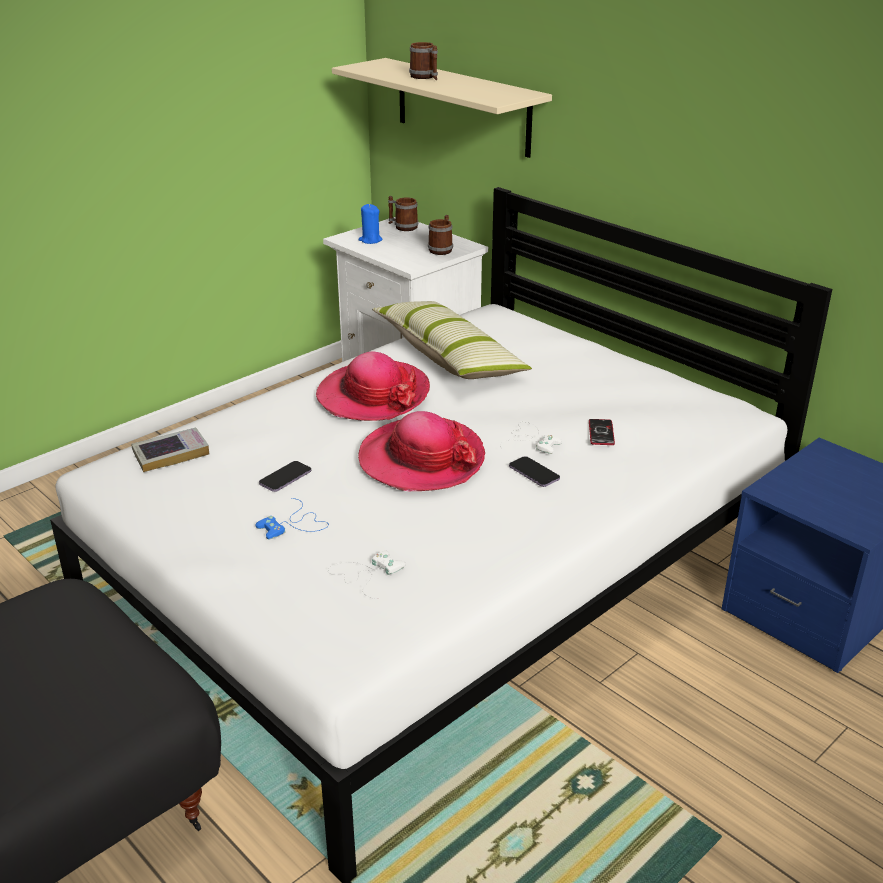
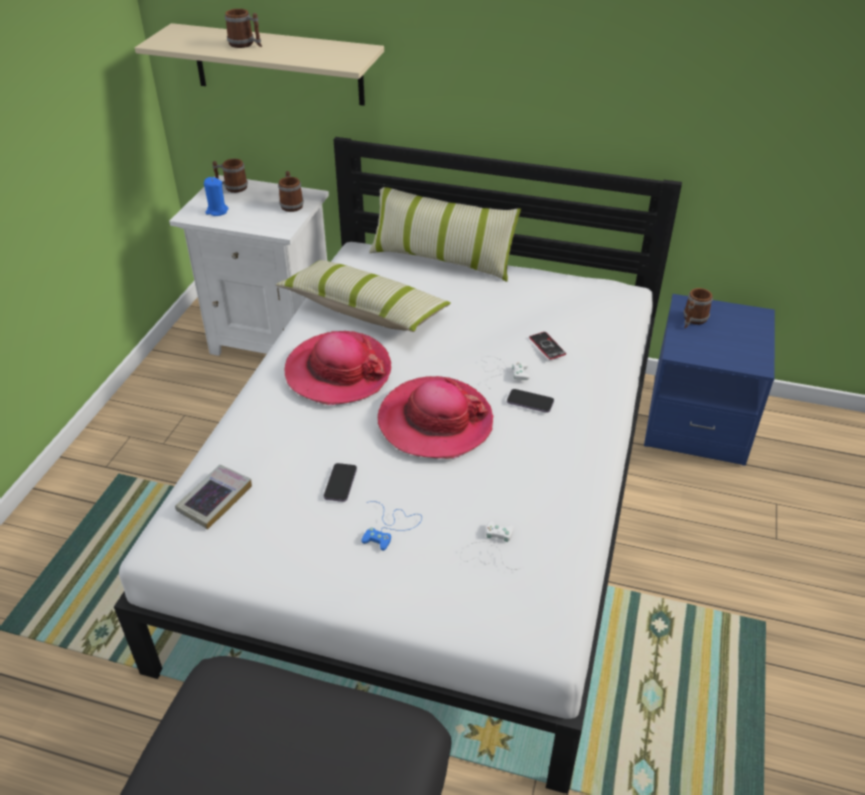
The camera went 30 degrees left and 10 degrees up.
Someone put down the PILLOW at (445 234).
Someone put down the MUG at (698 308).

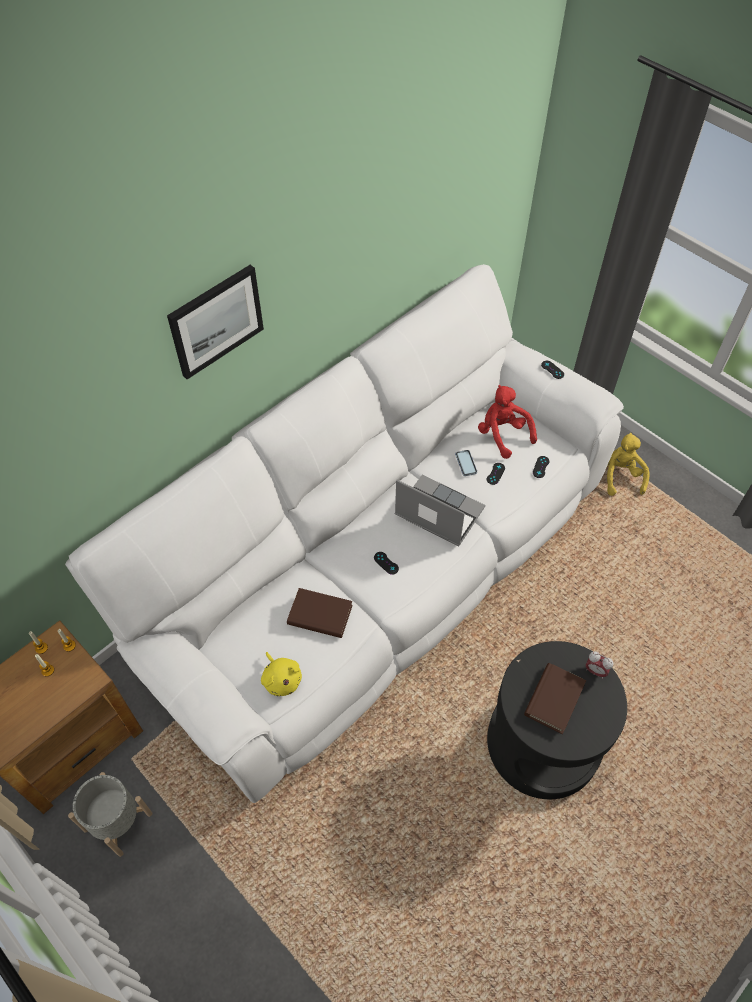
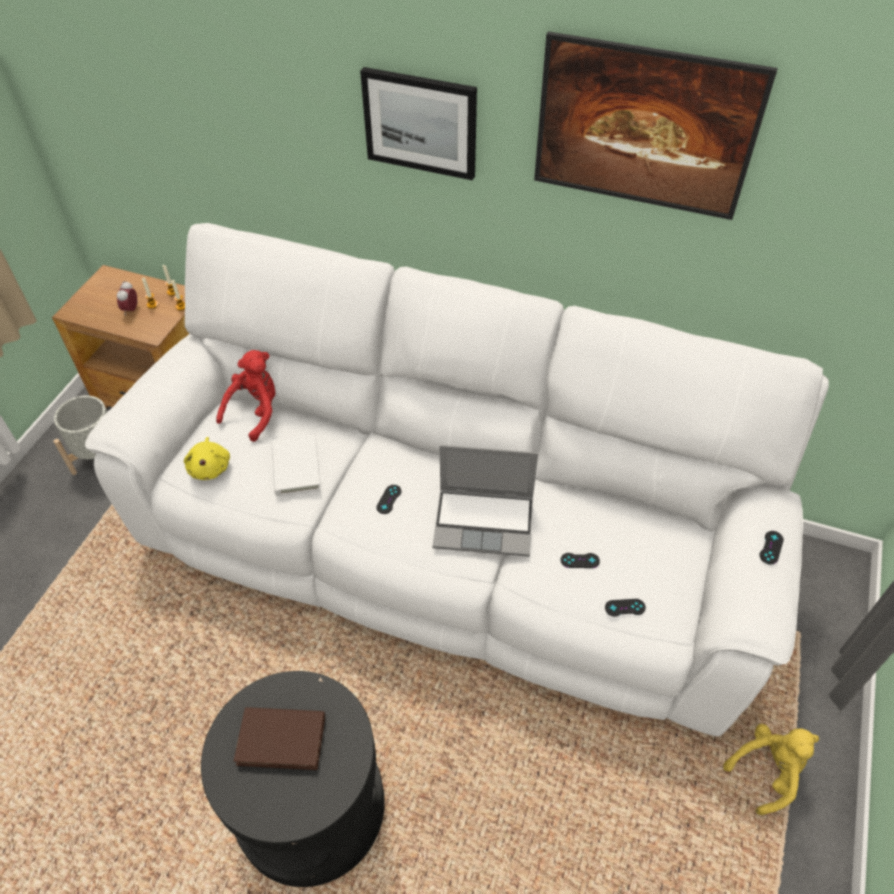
The camera went 65 degrees right and 5 degrees down.
Someone carried the ALARM CLOCK from (599 665) to (127 297).
Someone rotated the YELLOW PLUSH TOY at (281 674) by 45 degrees counterclockwise.
Someone carried the RED PLUSH TOY from (507 422) to (245 396).
Someone repainted the BROWN BOOK at (320 613), which became the WHITE BOOK at (296 465).
Someone rotated the LAPTOP at (440 511) by 90 degrees clockwise.
Someone put up the PICTURE at (656 125).
Someone took away the PHONE at (466 463).

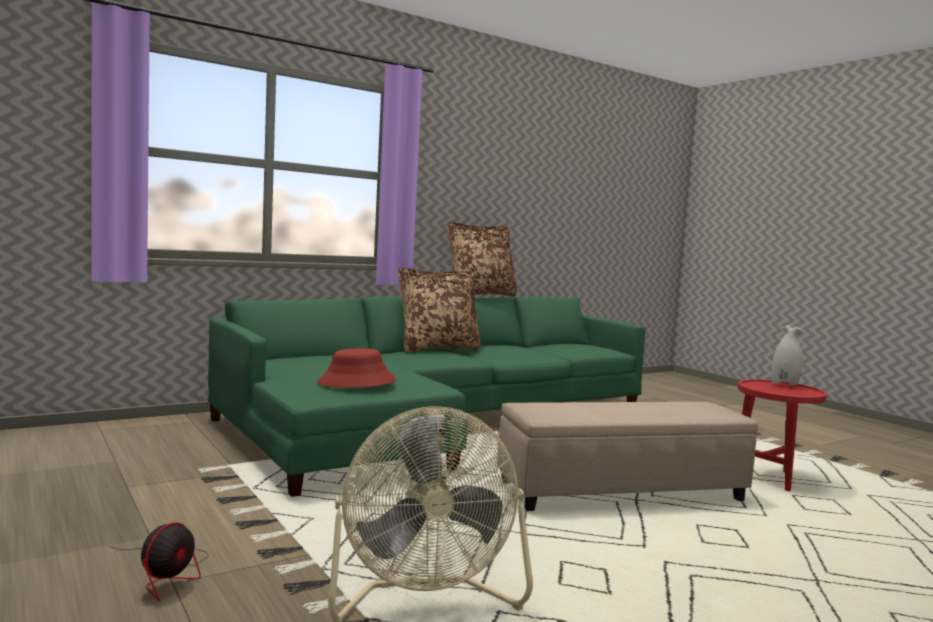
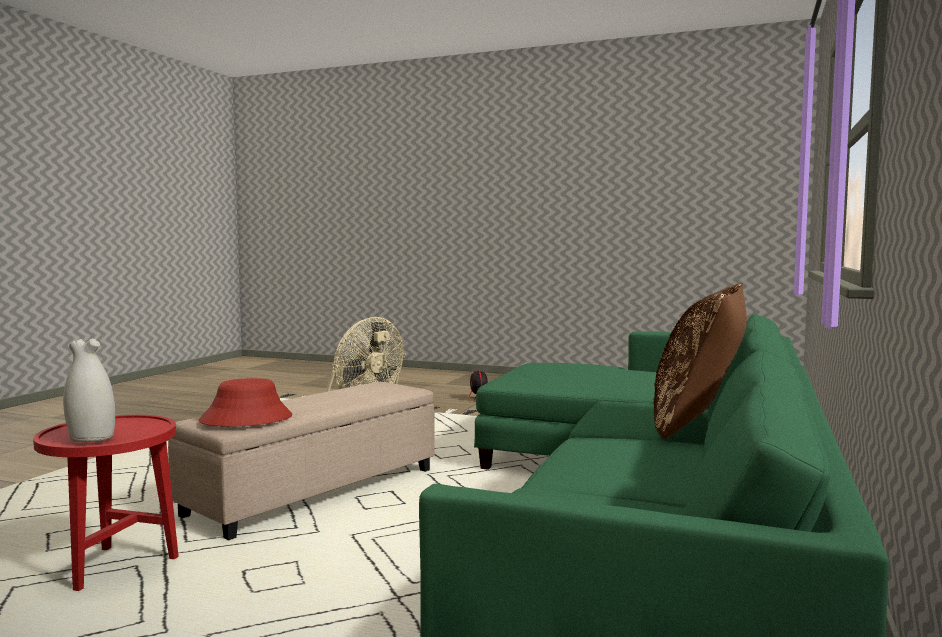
The camera went 145 degrees right and 0 degrees up.
Someone carried the RED HAT from (356 368) to (245 402).
Someone took away the BROWN PILLOW at (481 259).

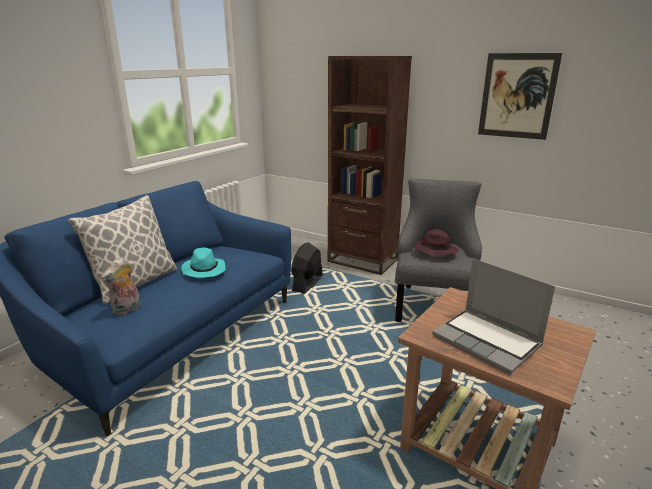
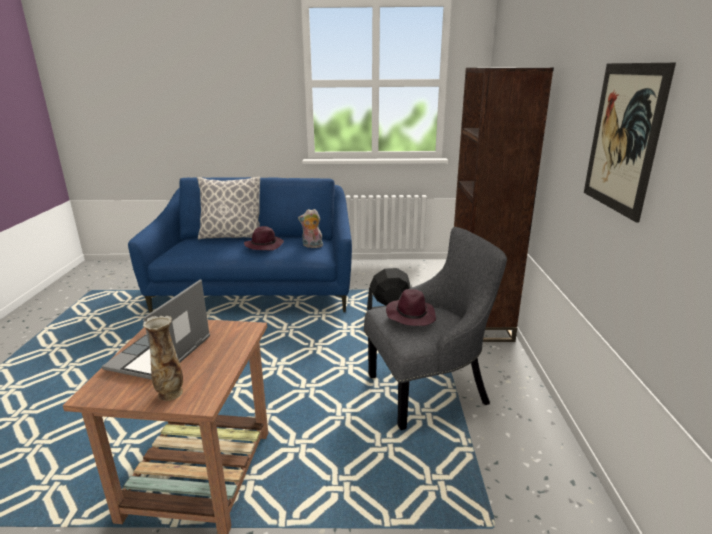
The camera went 60 degrees right and 0 degrees up.
Someone put down the VASE at (162 358).
Someone repainted the TURQUOISE HAT at (203 262), which became the PURPLE HAT at (264 238).
Someone carried the PLUSH TOY from (121 286) to (310 228).

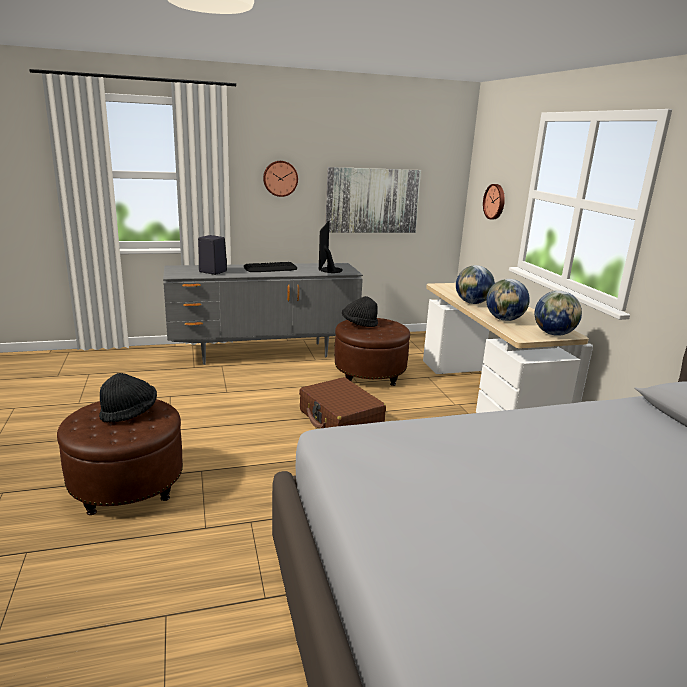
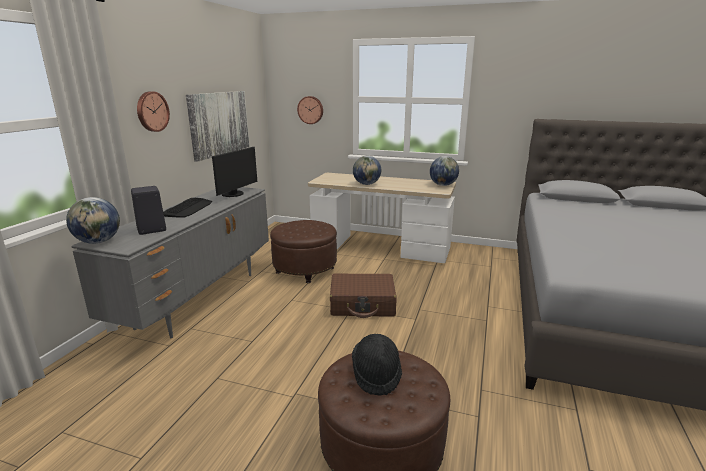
The camera went 55 degrees left and 0 degrees up.
Someone carried the GLOBE from (508 300) to (93 220).
Someone rotated the MONITOR at (331 247) by 105 degrees counterclockwise.
Someone took away the BLACK HAT at (360 311).

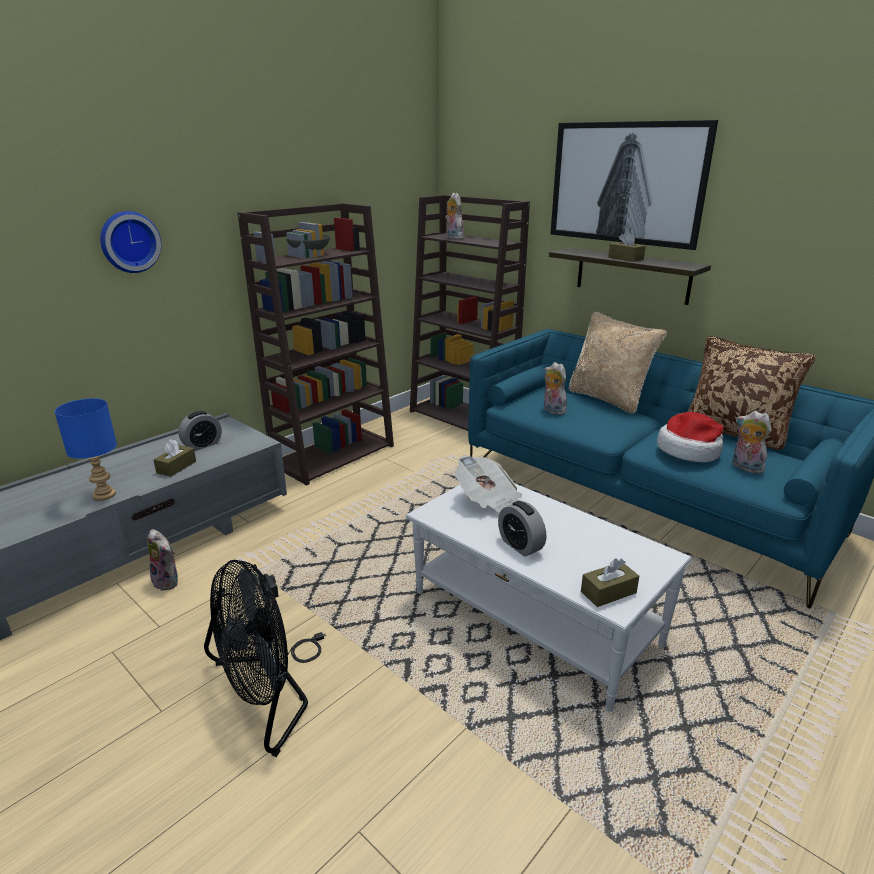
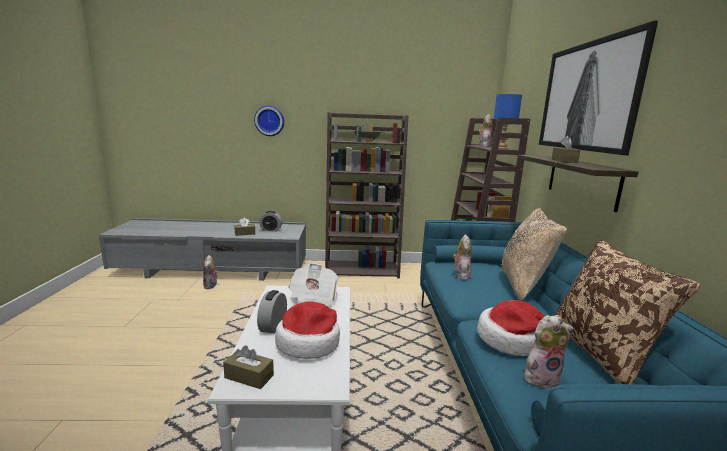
The camera went 45 degrees right and 10 degrees down.
Someone put down the HAT at (307 330).
Someone carried the BLUE TABLE LAMP from (85 449) to (508 121).
Someone rotated the PLUSH TOY at (751 442) by 75 degrees clockwise.
Someone took away the BLACK FAN at (265 658).

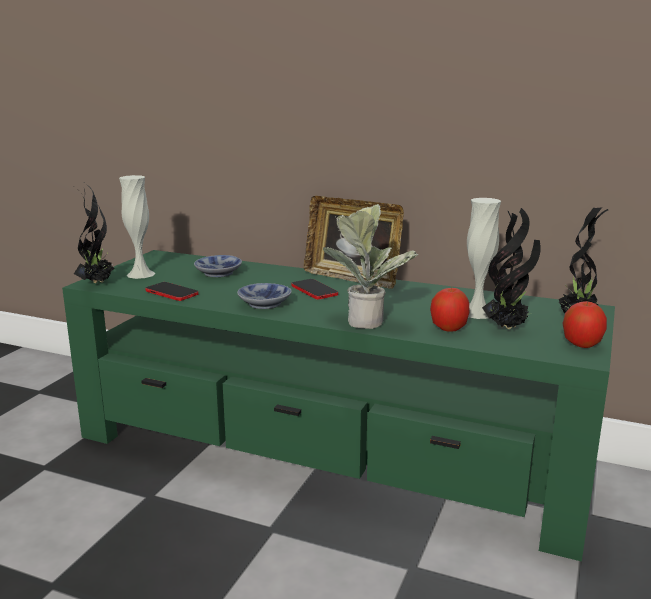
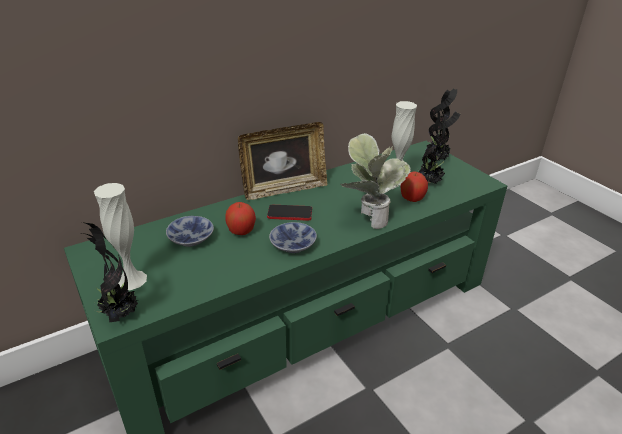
The camera went 55 degrees left and 15 degrees up.
Someone carried the APPLE from (585 324) to (241 218).
Someone took away the PHONE at (171 291).

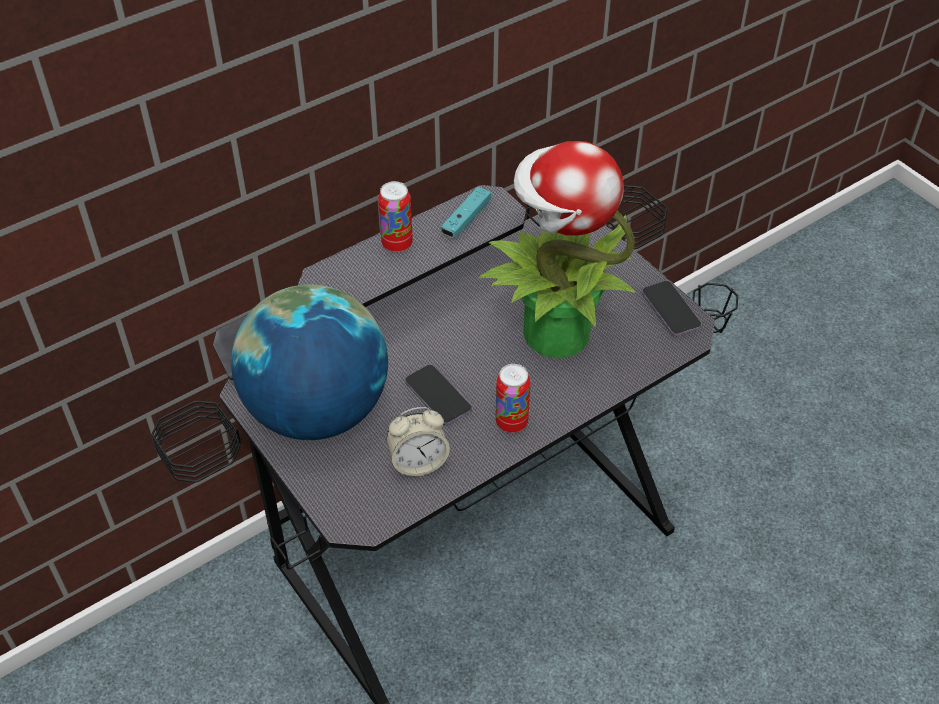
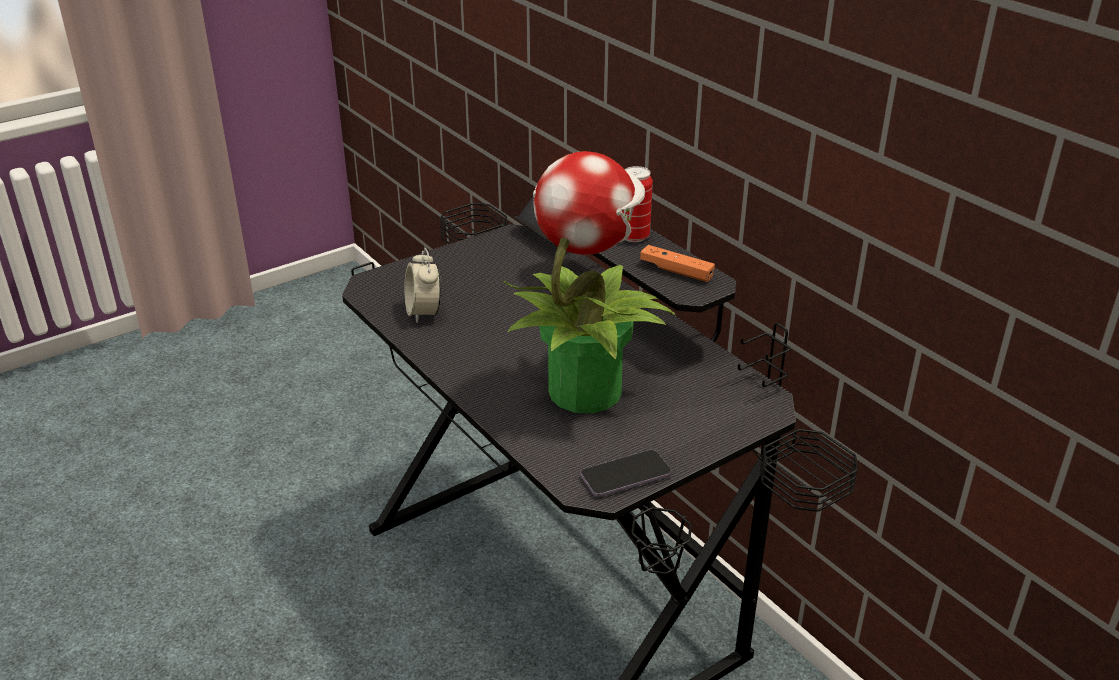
The camera went 90 degrees right and 15 degrees down.
Someone repainted the TURQUOISE GAME CONTROLLER at (466 212), which became the ORANGE GAME CONTROLLER at (677 263).
Someone took away the GLOBE at (309 362).
Someone took away the PHONE at (438 395).
Someone took away the CAN at (513 398).

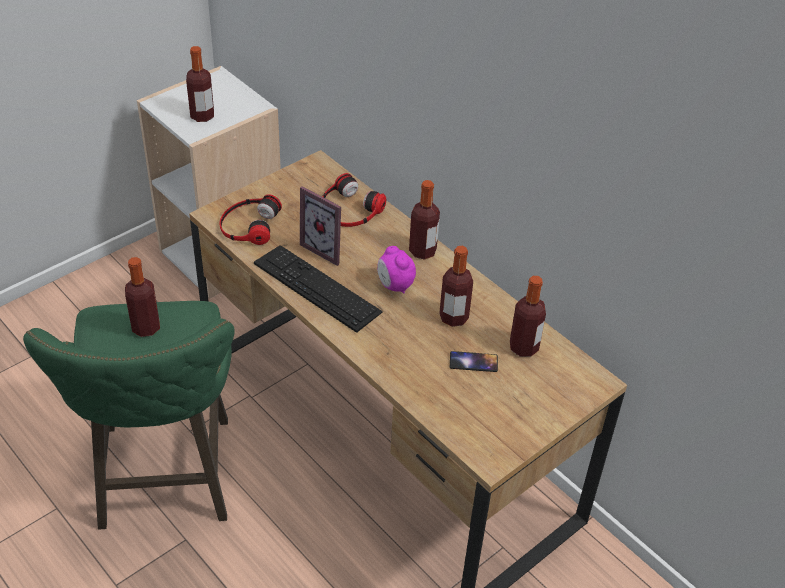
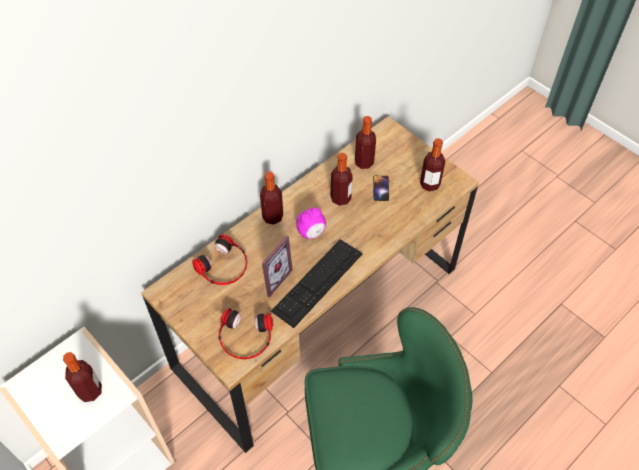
The camera went 90 degrees left and 10 degrees up.
Someone carried the BOTTLE from (142 297) to (432 165).

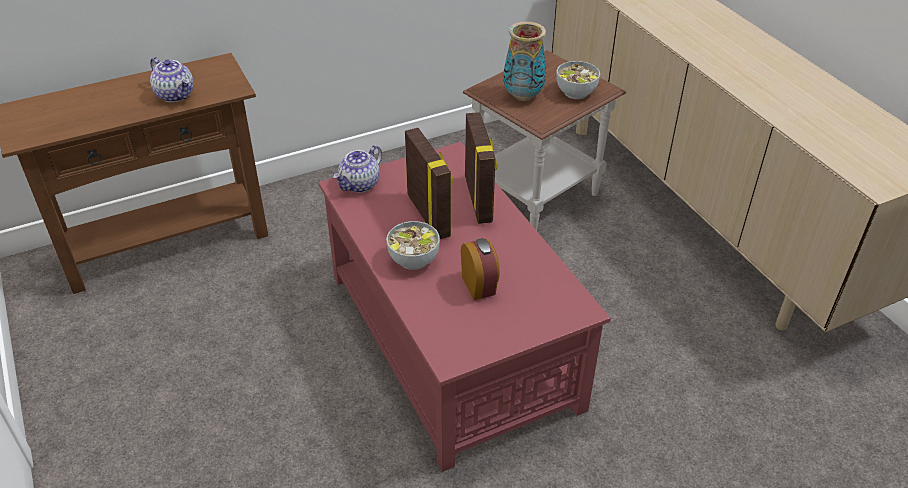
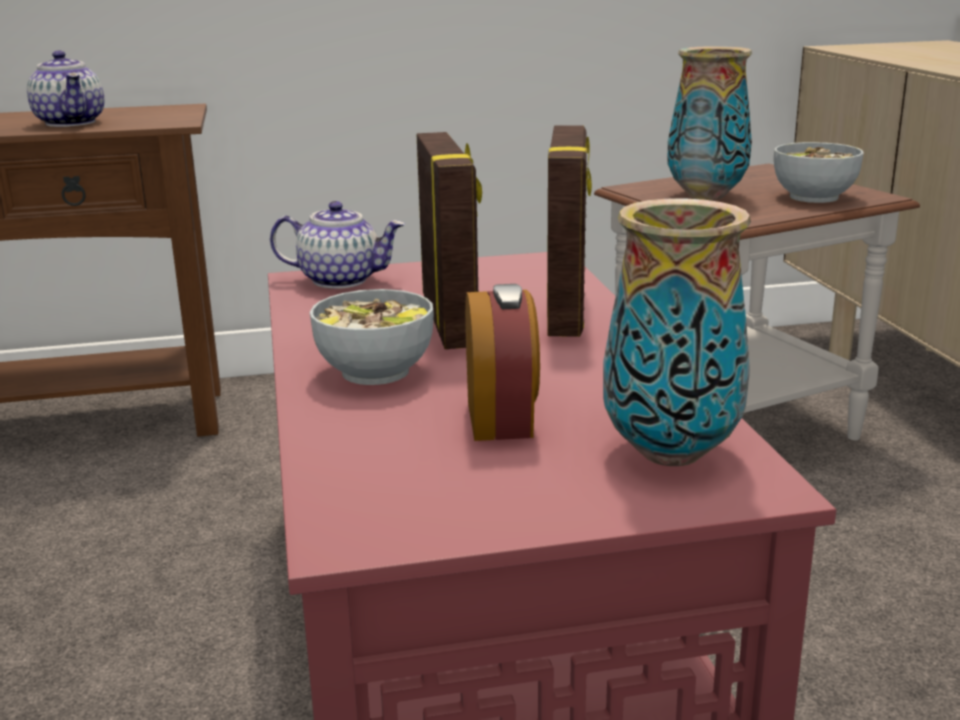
The camera went 15 degrees right and 20 degrees down.
Someone rotated the TEAPOT at (357 169) by 135 degrees counterclockwise.
Someone put down the VASE at (677 332).

